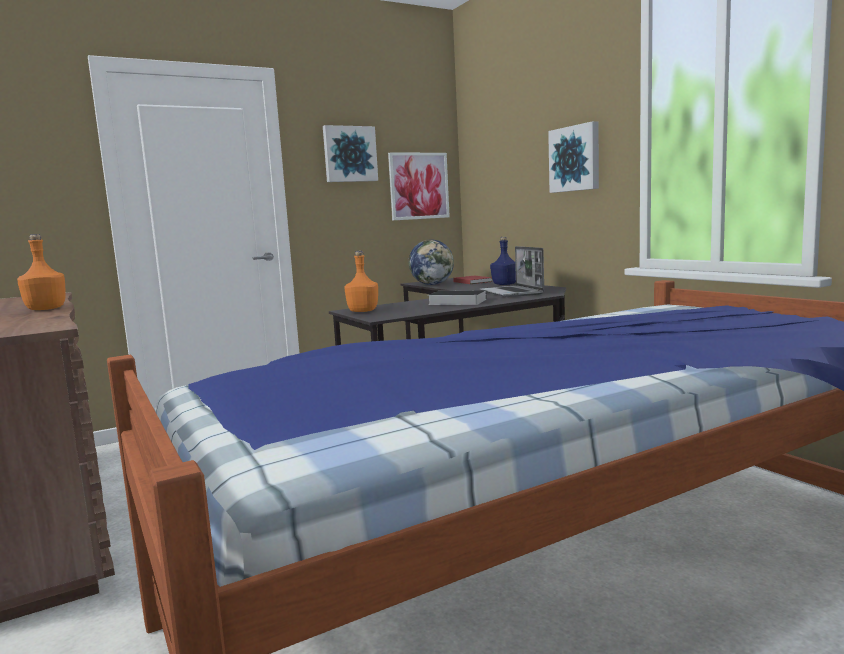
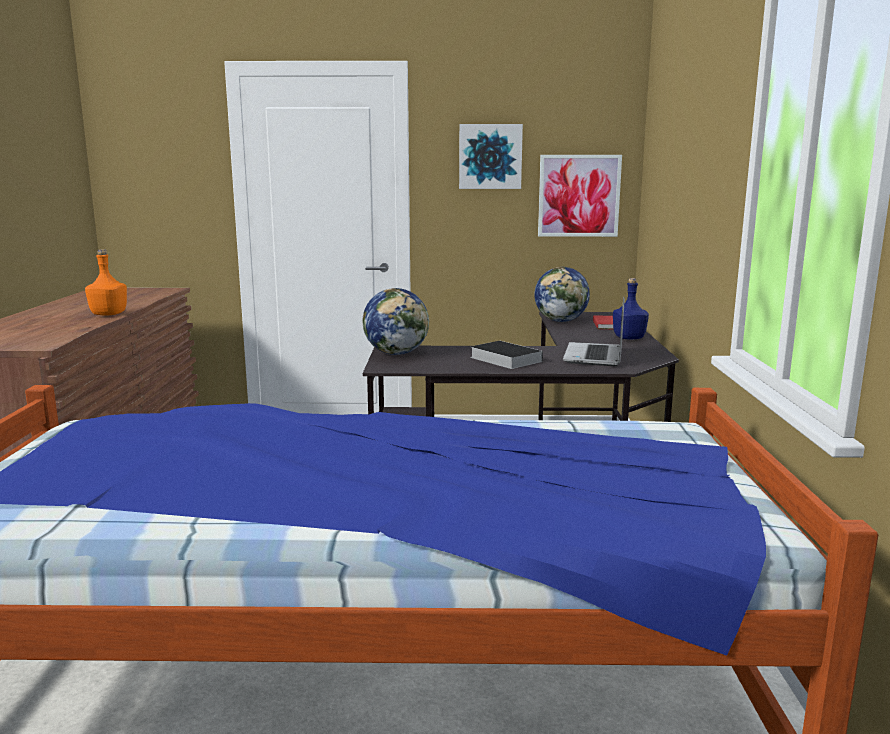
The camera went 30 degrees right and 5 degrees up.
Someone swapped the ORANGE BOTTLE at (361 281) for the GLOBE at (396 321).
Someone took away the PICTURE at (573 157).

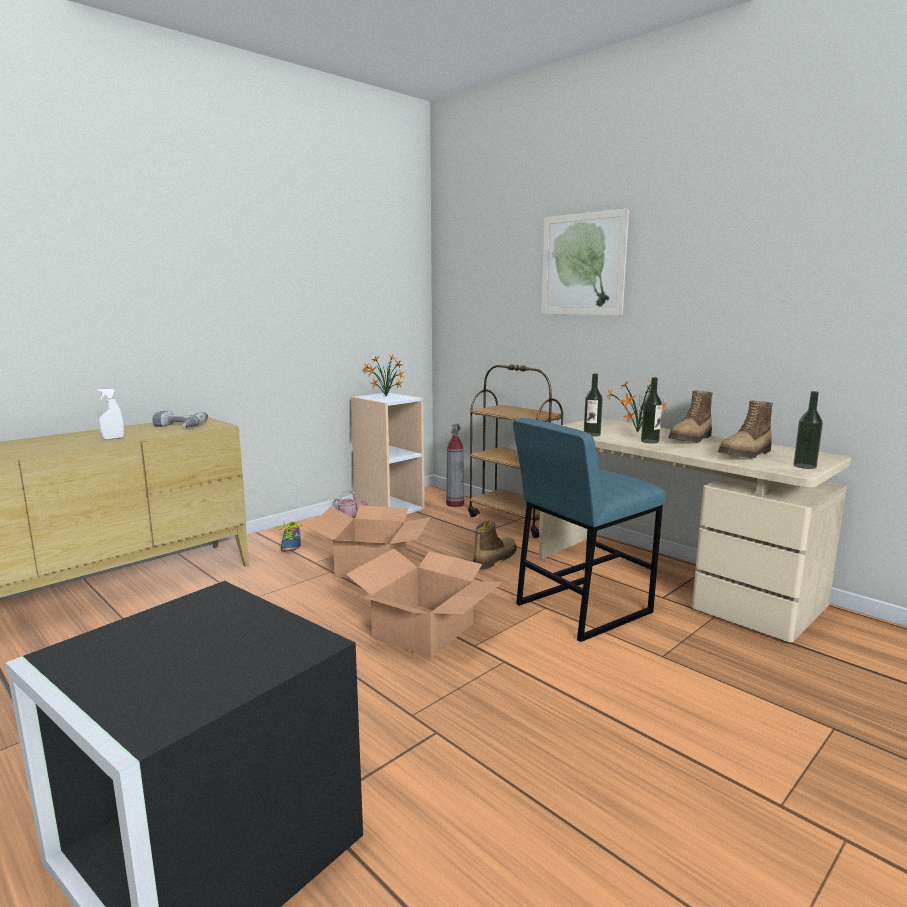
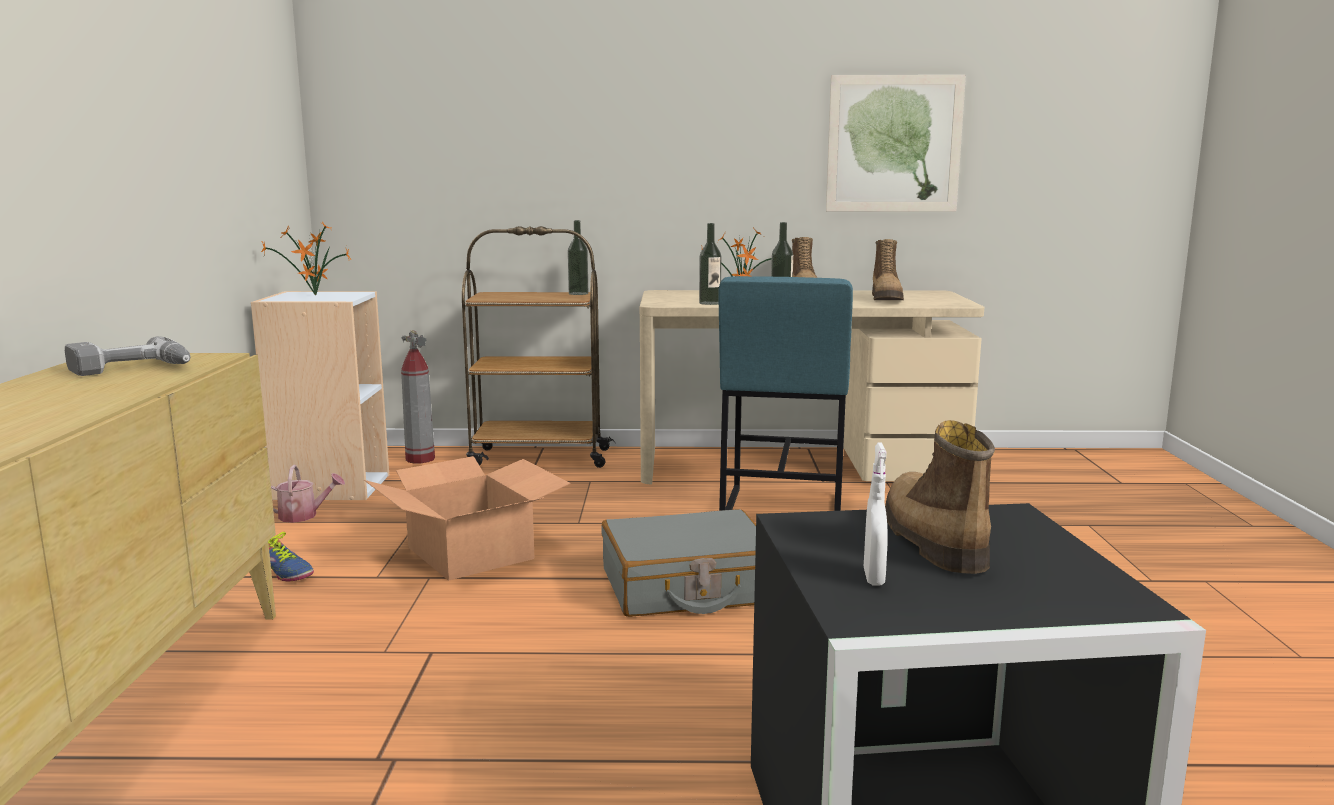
The camera went 45 degrees left and 0 degrees up.
Someone carried the BOTTLE from (808 430) to (578 257).
Someone swapped the CARDBOARD BOX at (424 603) for the GREY SUITCASE at (679 563).
Someone carried the PICTURE from (585 262) to (896 143).
Someone carried the WHITE SPRAY BOTTLE from (111 414) to (876 514).
Someone carried the BOOT from (495 545) to (940 497).

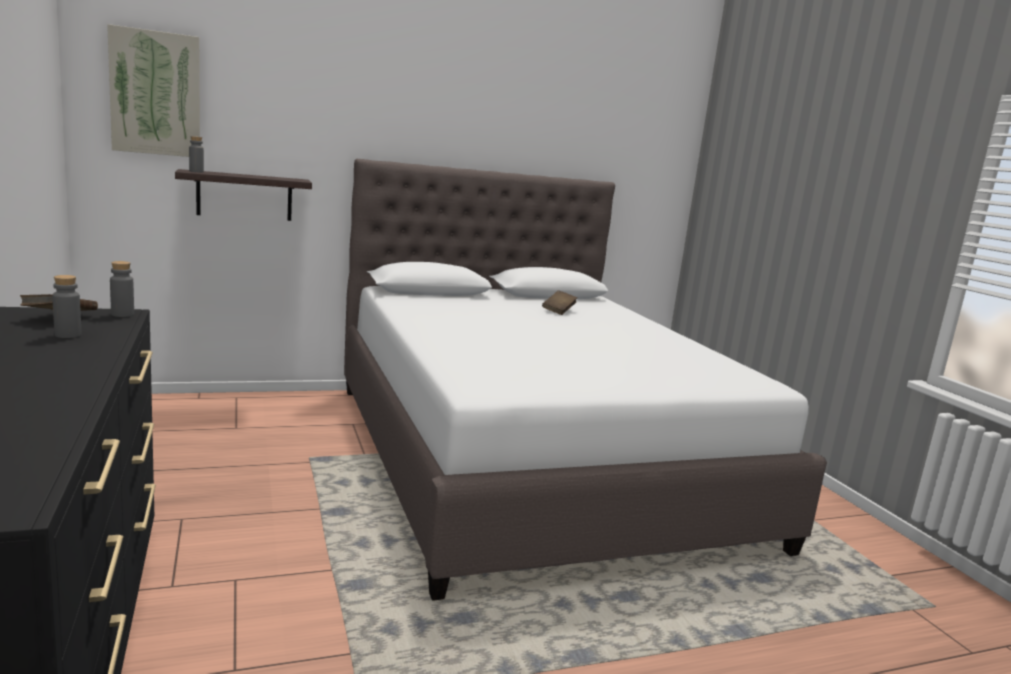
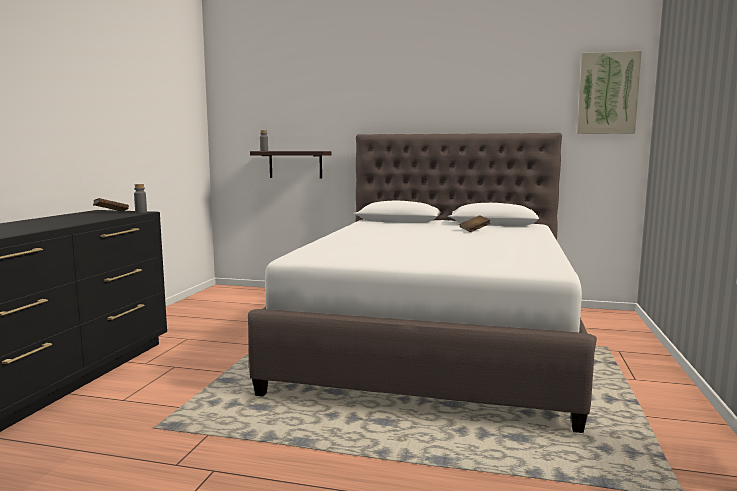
The camera went 35 degrees right and 5 degrees down.
Someone carried the PICTURE from (153 90) to (609 92).
Someone took away the GREY BOTTLE at (66 306).

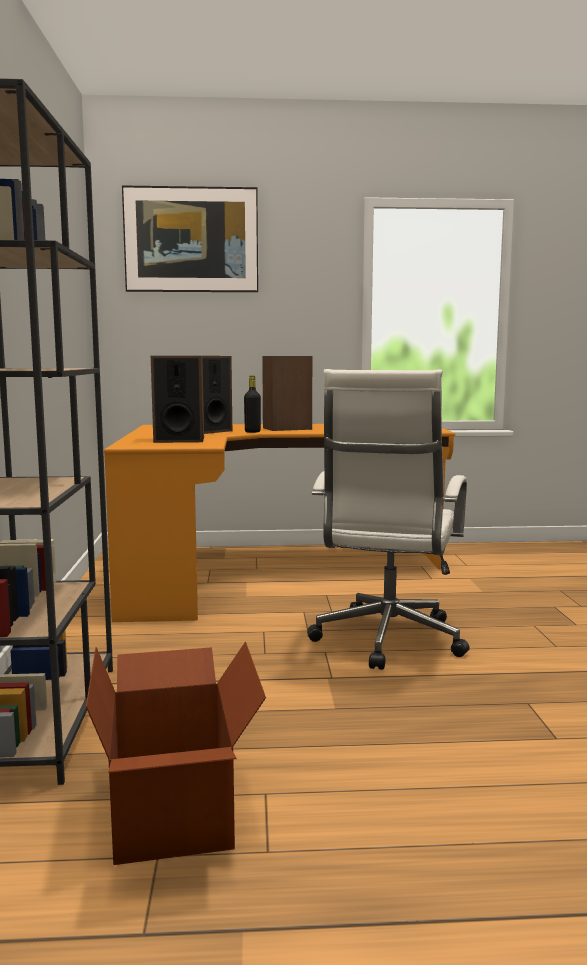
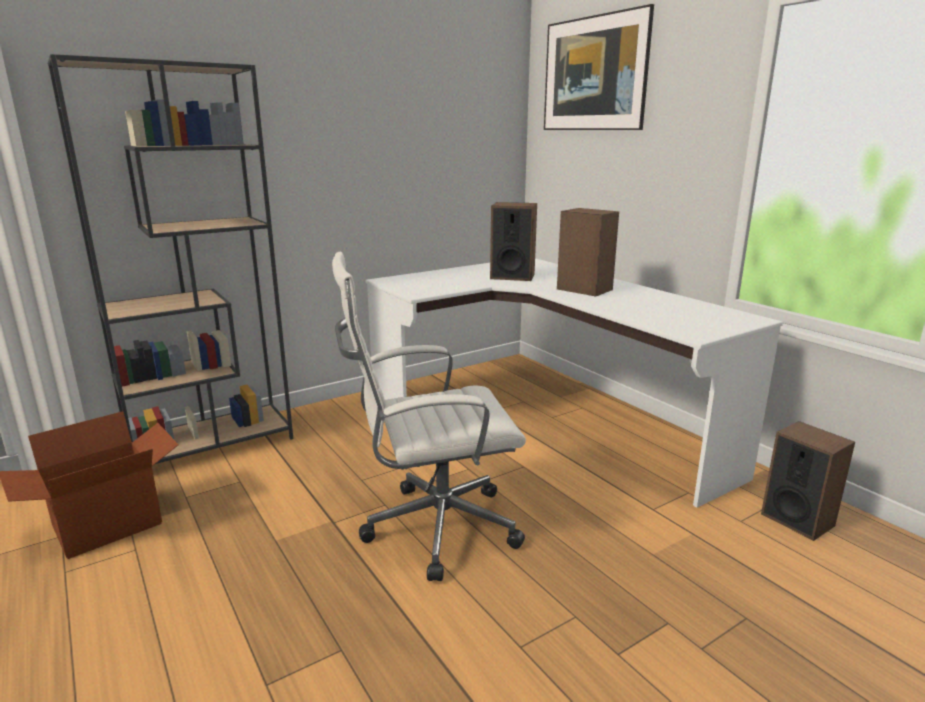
The camera went 60 degrees right and 10 degrees up.
Someone repainted the ORANGE DESK at (279 523), which became the WHITE DESK at (574 383).
Someone carried the SPEAKER from (177 399) to (808 481).
Someone took away the BLACK BOTTLE at (252 404).

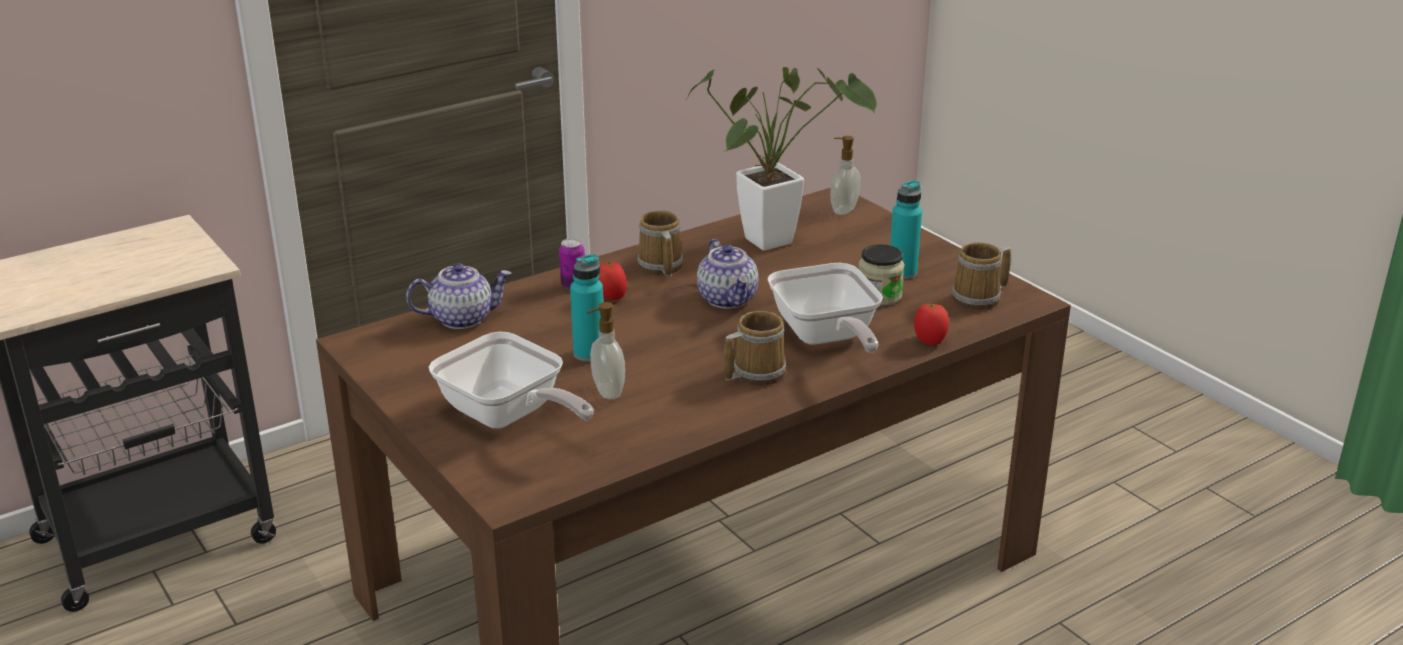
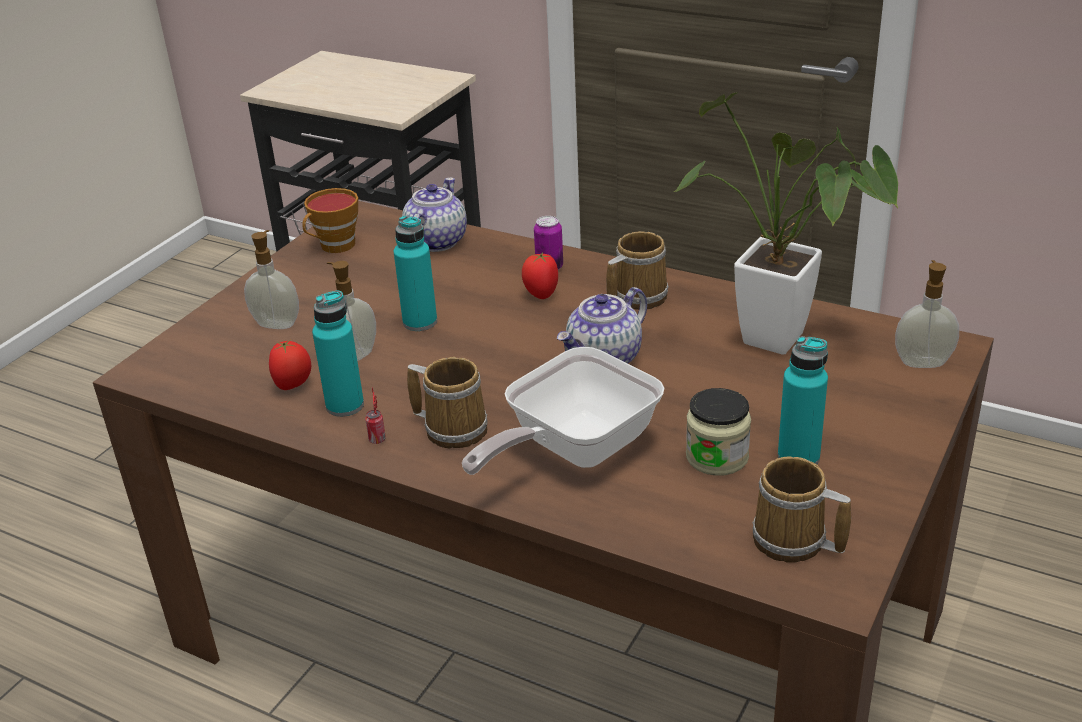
The camera went 65 degrees right and 5 degrees up.
Someone swapped the FRYING PAN at (511 380) for the SOAP DISPENSER at (271 279).
Someone carried the TOMATO from (931 324) to (290 365).
Someone put down the CUP at (330 220).
Someone put down the TURQUOISE BOTTLE at (338 354).
Someone put down the CAN at (375 415).
Someone rotated the TEAPOT at (459 296) by 120 degrees counterclockwise.

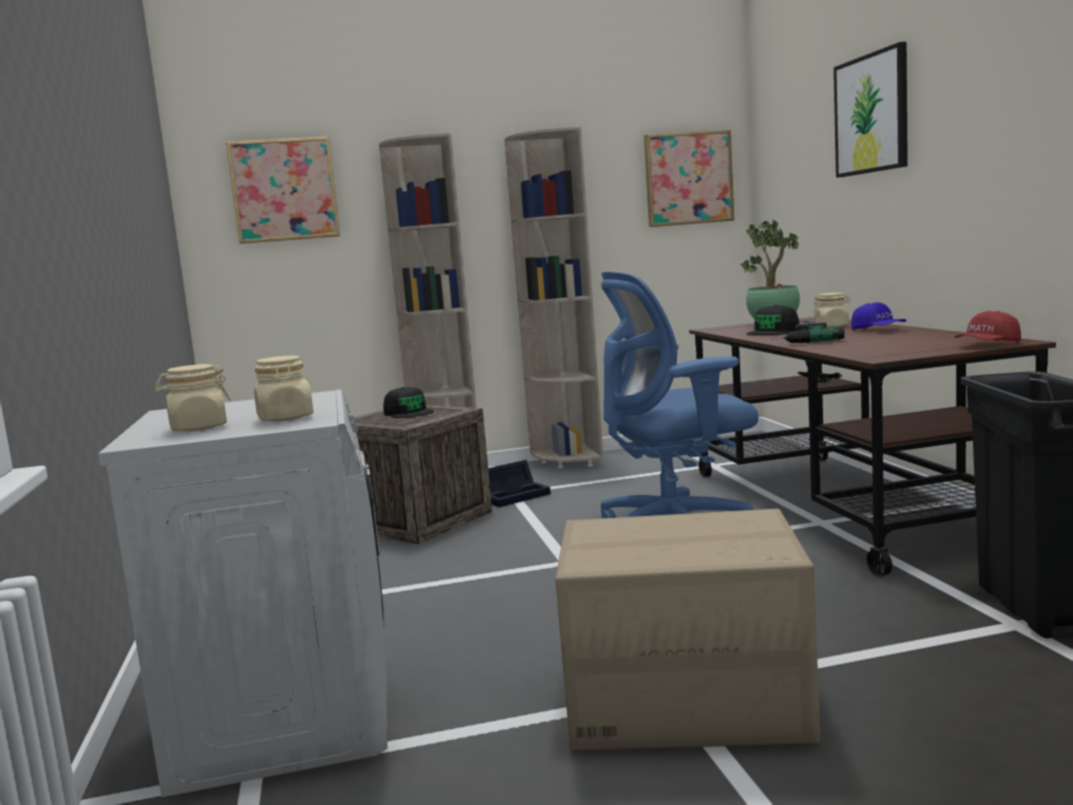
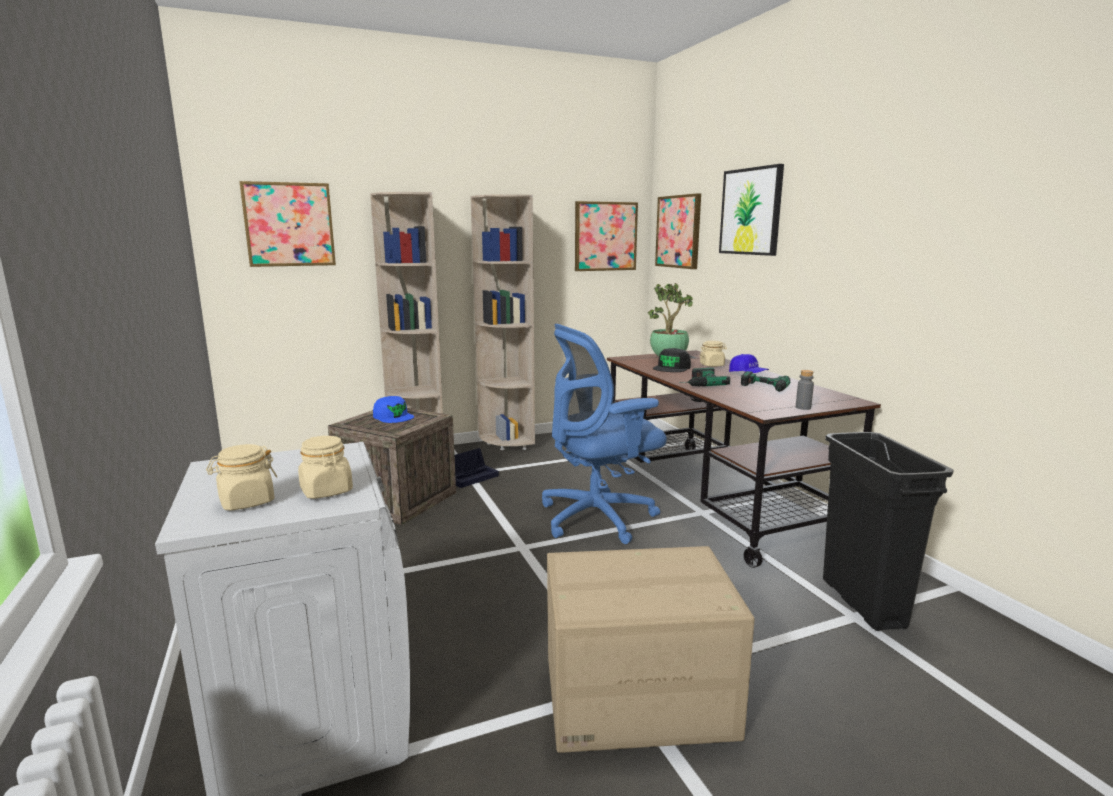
The camera went 10 degrees left and 5 degrees up.
Someone repainted the BLACK CAP at (408 402), which became the BLUE CAP at (393 409).
Someone put up the PICTURE at (678 231).
Someone put down the POWER DRILL at (765 381).
Someone put down the GREY BOTTLE at (805 390).
Someone took away the RED CAP at (988 326).

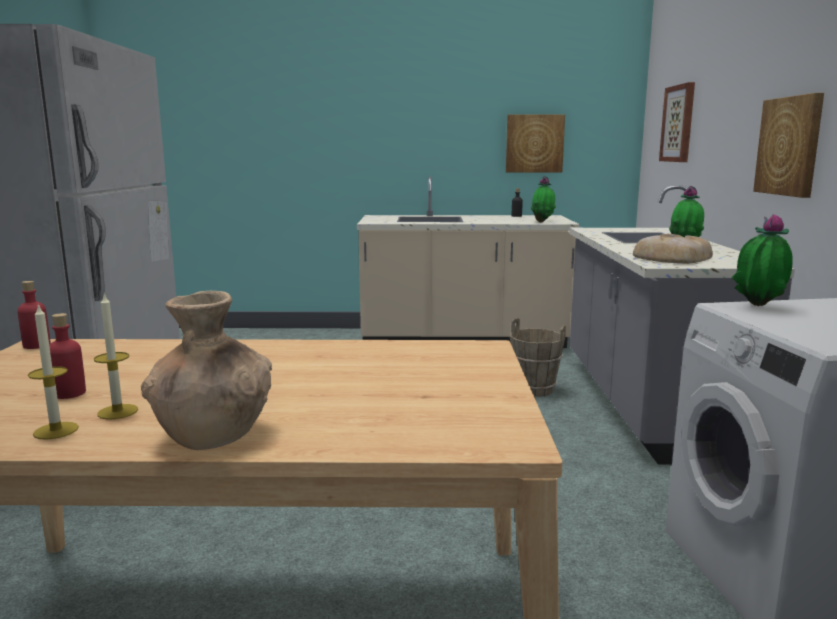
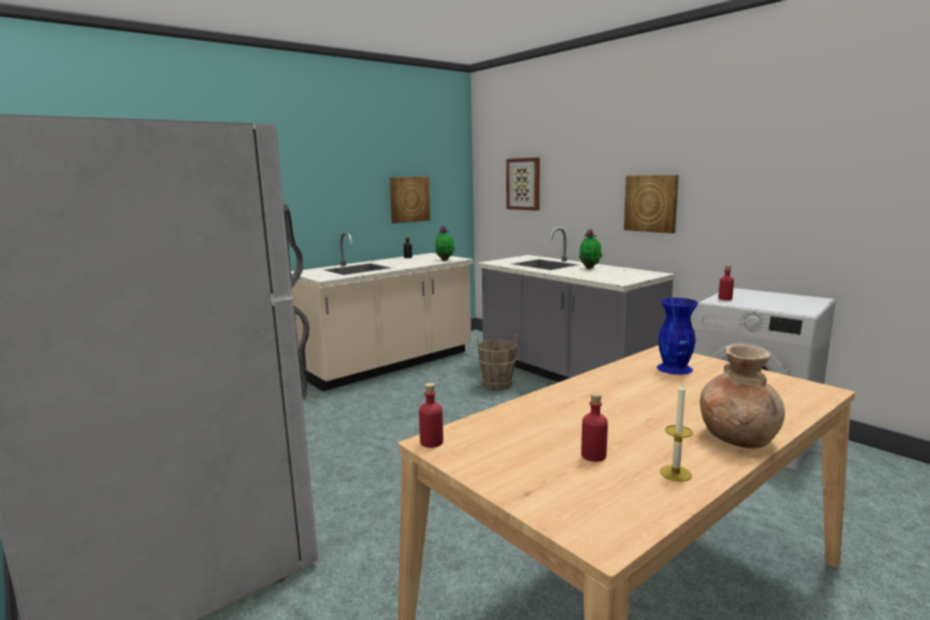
The camera went 40 degrees left and 0 degrees up.
Someone put down the BLUE VASE at (677 336).
Someone swapped the POTTED PLANT at (762 260) for the RED BOTTLE at (726 282).
Someone took away the CANDLE at (116 357).
Someone took away the BREAD at (673 249).

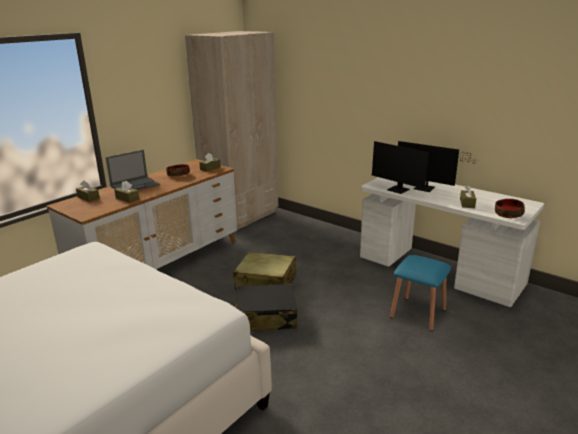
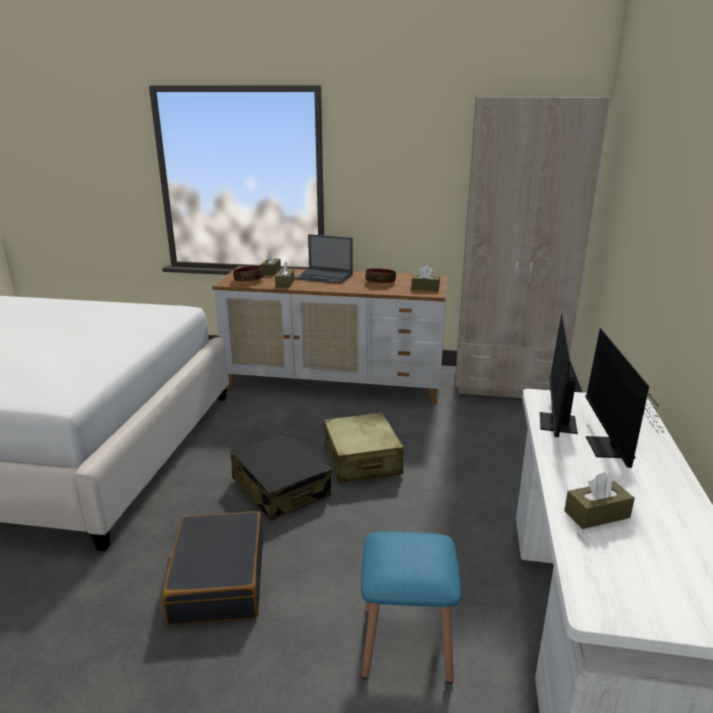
The camera went 60 degrees right and 0 degrees up.
Someone put down the BLACK SUITCASE at (212 568).
Someone carried the BOWL from (510 208) to (248 274).

